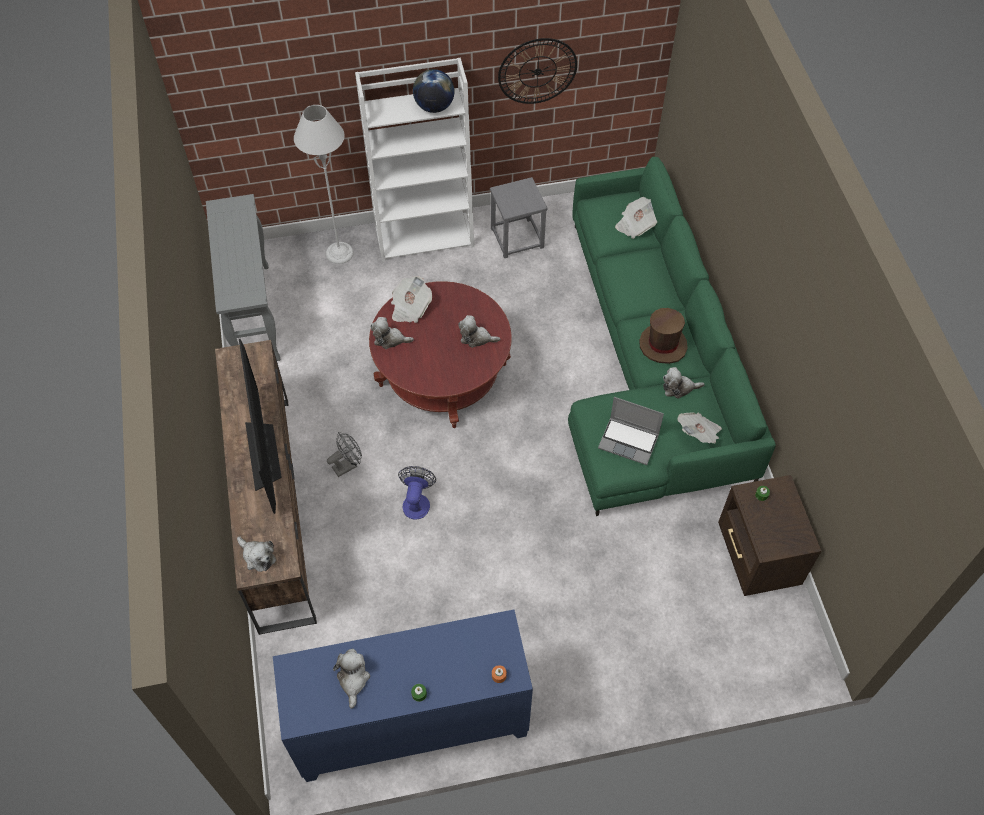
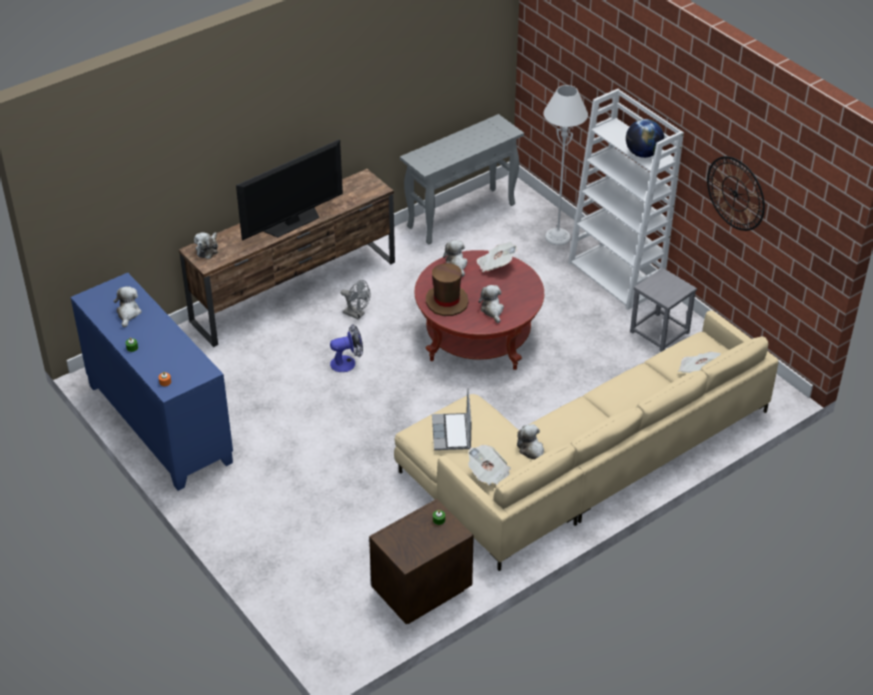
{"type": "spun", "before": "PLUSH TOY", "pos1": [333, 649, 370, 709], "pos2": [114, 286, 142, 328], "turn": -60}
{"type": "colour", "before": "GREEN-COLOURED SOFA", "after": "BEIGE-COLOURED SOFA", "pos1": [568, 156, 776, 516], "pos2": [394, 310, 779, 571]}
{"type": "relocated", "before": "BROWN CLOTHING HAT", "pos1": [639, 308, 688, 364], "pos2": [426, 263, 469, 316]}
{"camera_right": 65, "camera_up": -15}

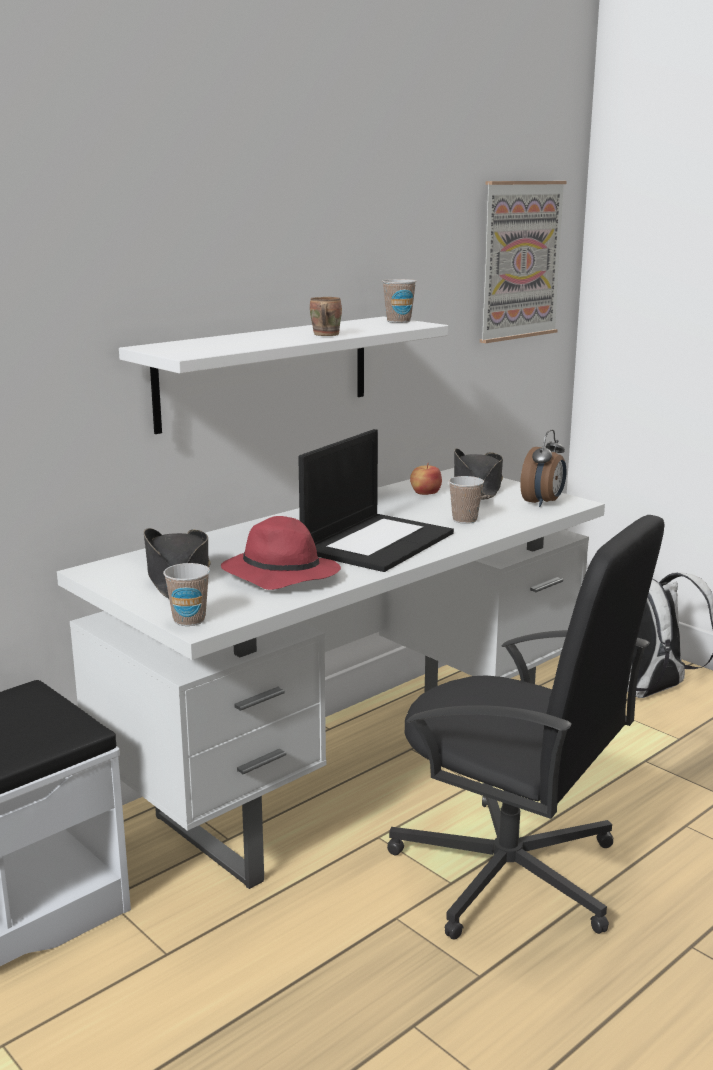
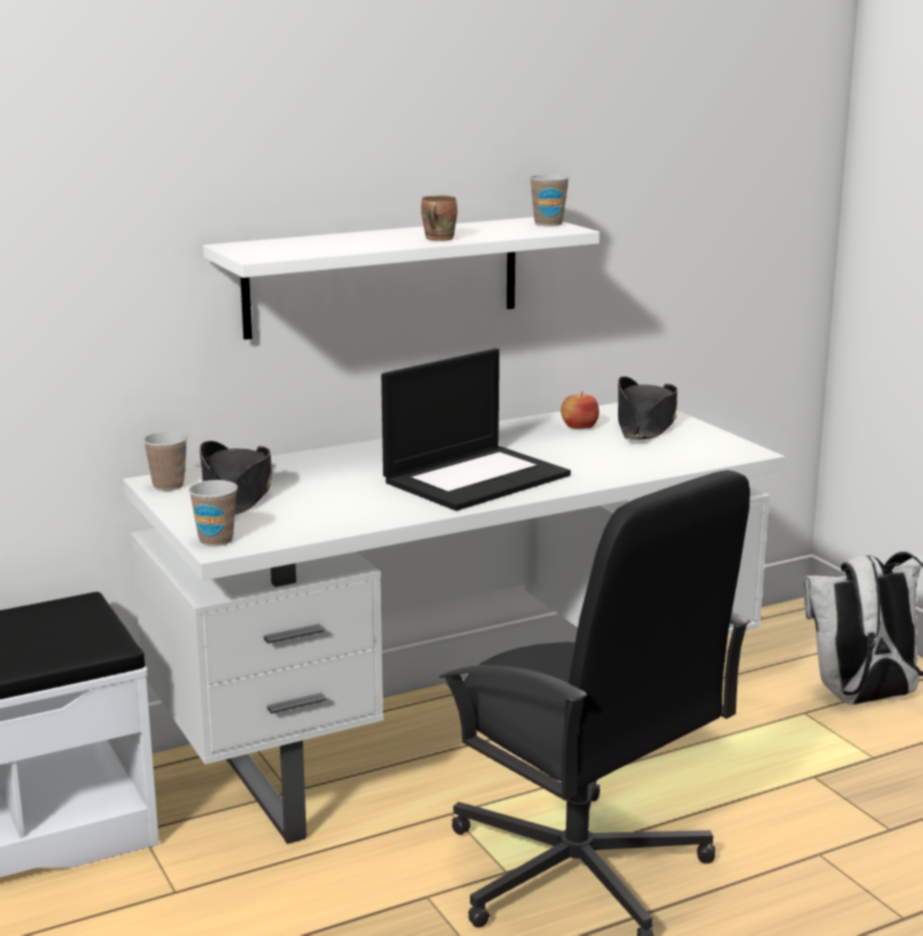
{"type": "missing", "before": "REDDISH CLOTHING HAT", "pos1": [221, 516, 341, 590]}
{"type": "relocated", "before": "CUP", "pos1": [448, 476, 484, 524], "pos2": [143, 432, 188, 491]}
{"type": "missing", "before": "WALL PICTURE", "pos1": [480, 181, 567, 343]}
{"type": "missing", "before": "BEDSIDE CLOCK", "pos1": [520, 429, 566, 507]}
{"camera_right": 15, "camera_up": 0}

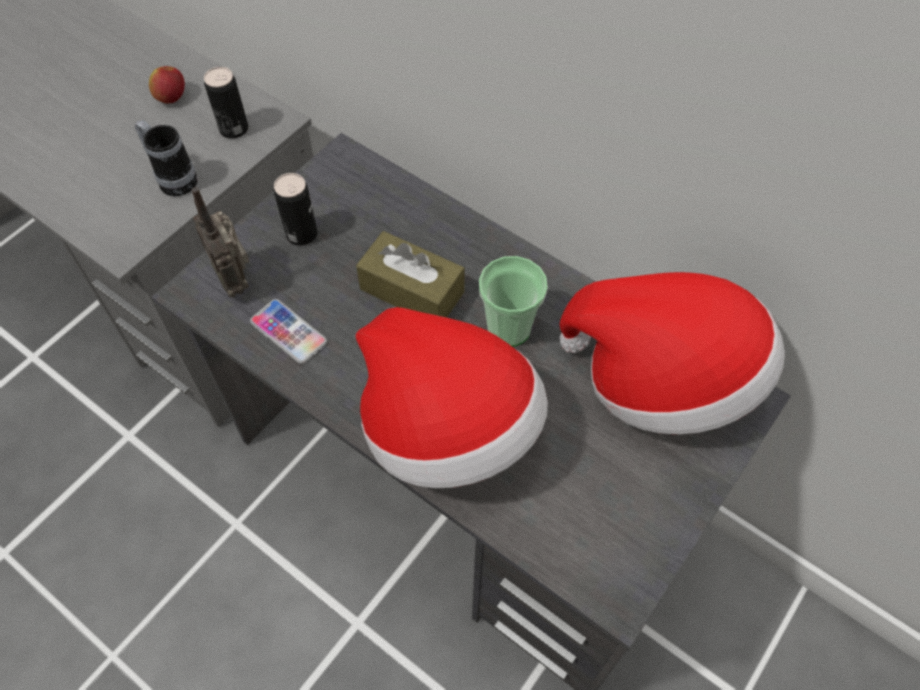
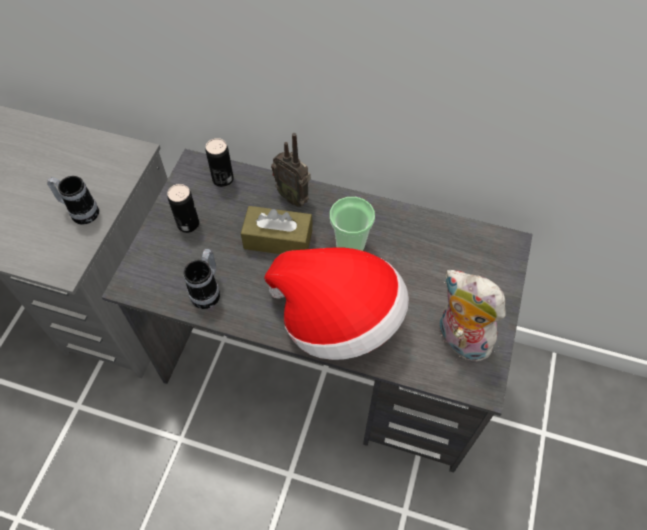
{"type": "missing", "before": "APPLE FRUIT", "pos1": [149, 66, 185, 103]}
{"type": "relocated", "before": "RADIO SET", "pos1": [192, 187, 250, 298], "pos2": [271, 133, 311, 207]}
{"type": "relocated", "before": "METAL CAN", "pos1": [204, 67, 248, 139], "pos2": [206, 138, 234, 187]}
{"type": "exchanged", "before": "PHONE", "after": "MUG", "pos1": [250, 299, 327, 364], "pos2": [184, 249, 220, 309]}
{"type": "missing", "before": "CLOTHING HAT", "pos1": [560, 272, 785, 435]}
{"type": "appeared", "after": "PLUSH TOY", "pos2": [439, 270, 506, 362]}
{"camera_right": -20, "camera_up": 0}

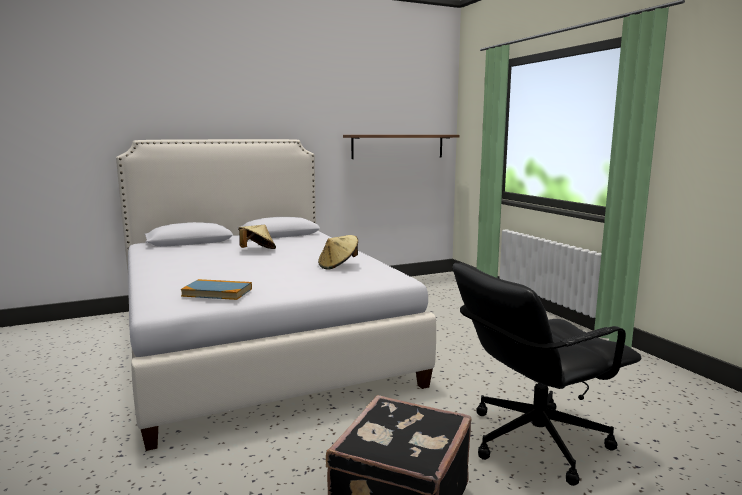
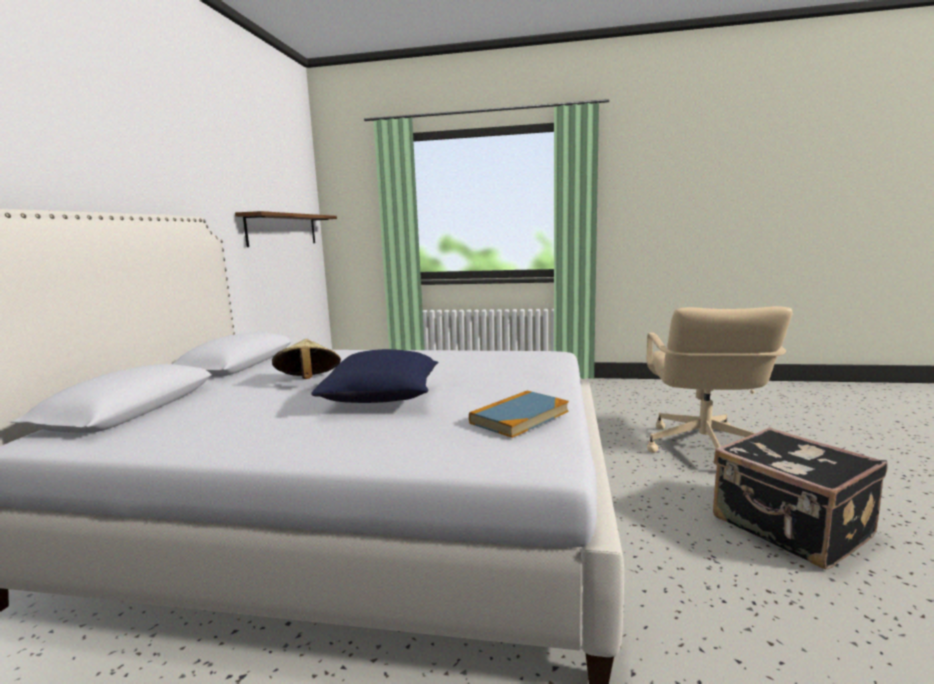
{"type": "missing", "before": "BEIGE-COLOURED CLOTHING HAT", "pos1": [318, 235, 358, 269]}
{"type": "colour", "before": "BLACK COMPUTER CHAIR", "after": "BEIGE-COLOURED COMPUTER CHAIR", "pos1": [453, 263, 641, 486], "pos2": [647, 306, 793, 453]}
{"type": "appeared", "after": "BLUE-COLOURED THROW PILLOW", "pos2": [311, 349, 438, 403]}
{"camera_right": -55, "camera_up": 0}

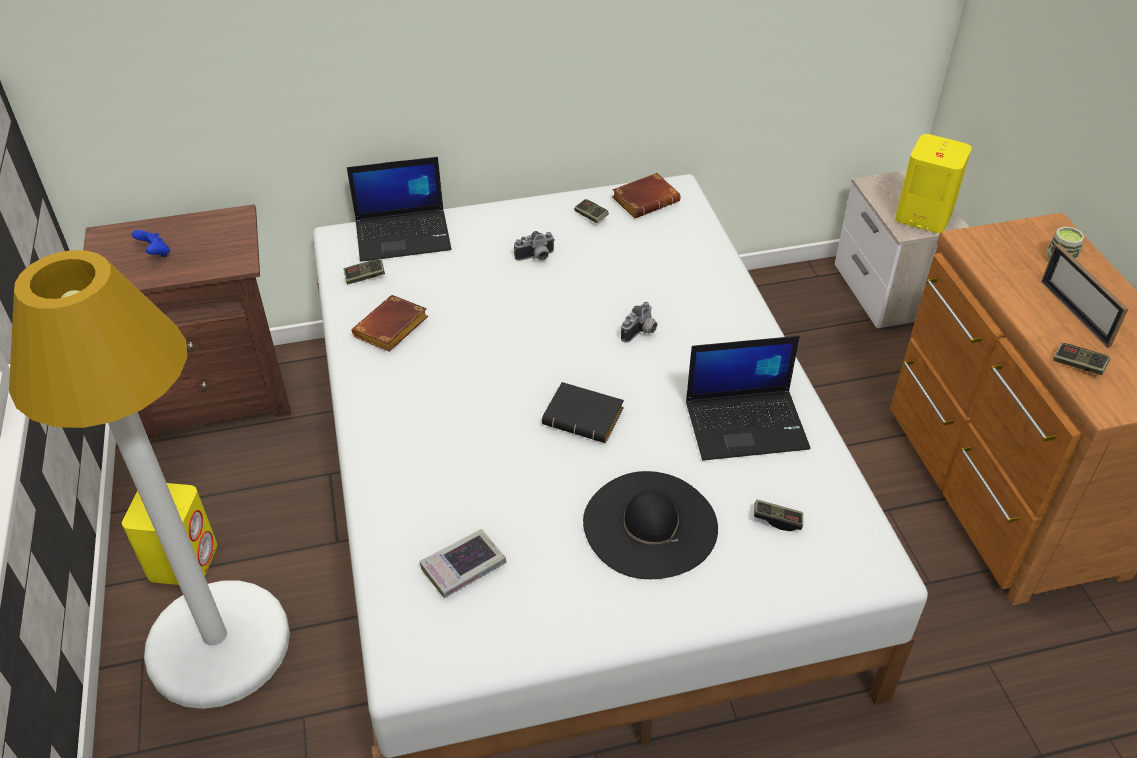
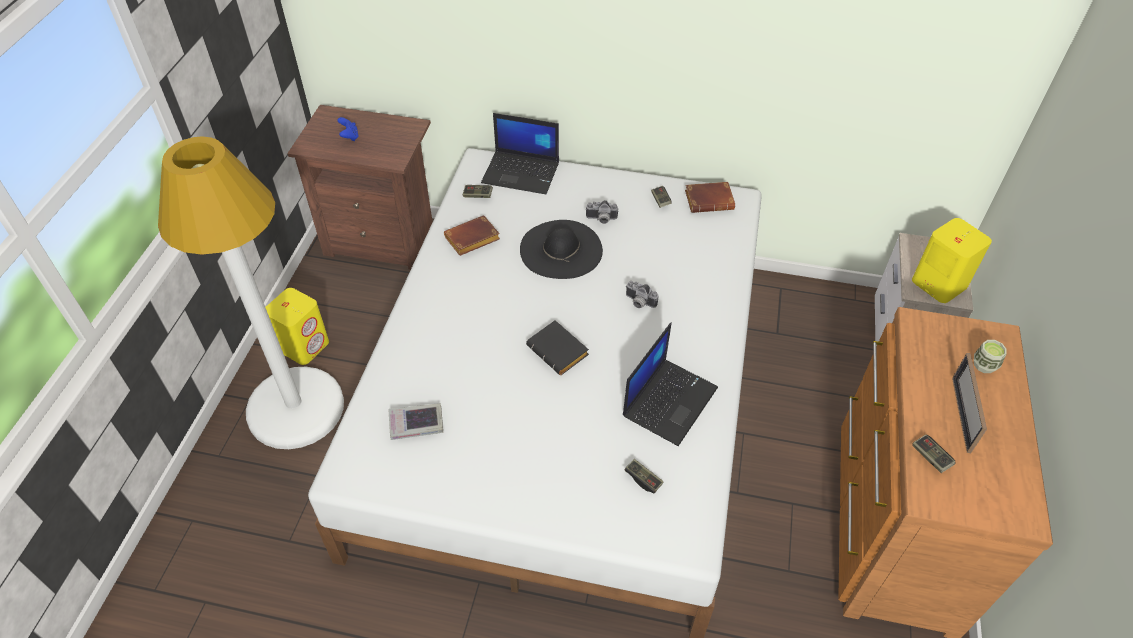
{"type": "relocated", "before": "BLACK CLOTHING HAT", "pos1": [583, 471, 718, 579], "pos2": [520, 220, 603, 279]}
{"type": "spun", "before": "STILL CAMERA", "pos1": [621, 302, 657, 343], "pos2": [625, 281, 659, 308], "turn": 60}
{"type": "spun", "before": "PORTABLE COMPUTER", "pos1": [686, 336, 810, 461], "pos2": [623, 322, 718, 446], "turn": -75}
{"camera_right": 25, "camera_up": 5}

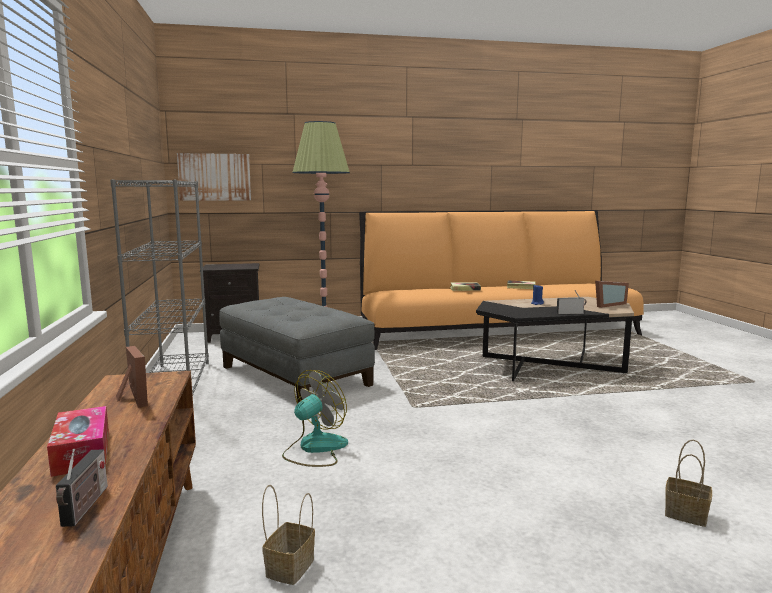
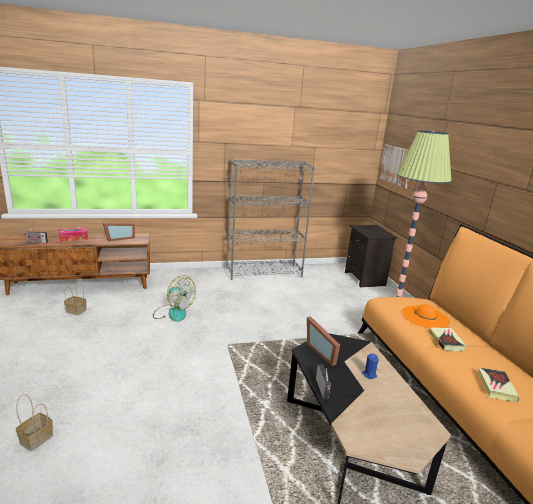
{"type": "missing", "before": "GREYISH OTTOMAN", "pos1": [219, 297, 375, 403]}
{"type": "relocated", "before": "PICTURE FRAME", "pos1": [595, 281, 629, 308], "pos2": [307, 316, 340, 366]}
{"type": "appeared", "after": "ORANGE-COLOURED CLOTHING HAT", "pos2": [402, 304, 450, 328]}
{"camera_right": 85, "camera_up": 10}

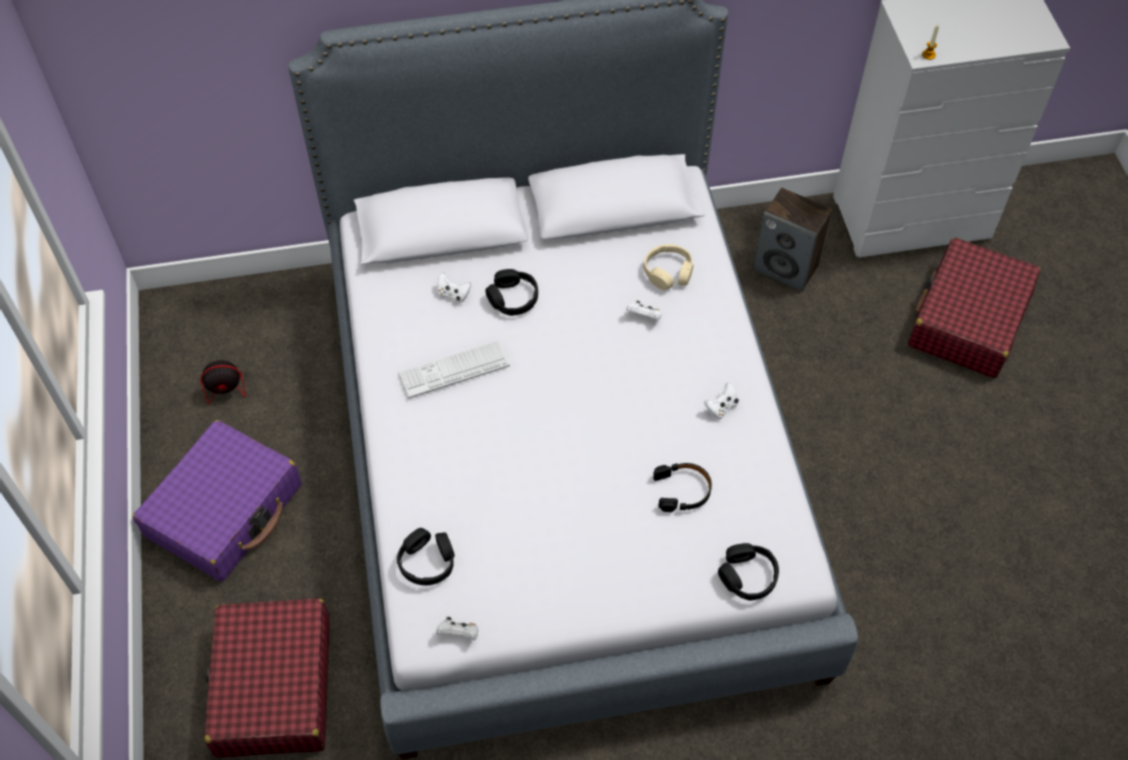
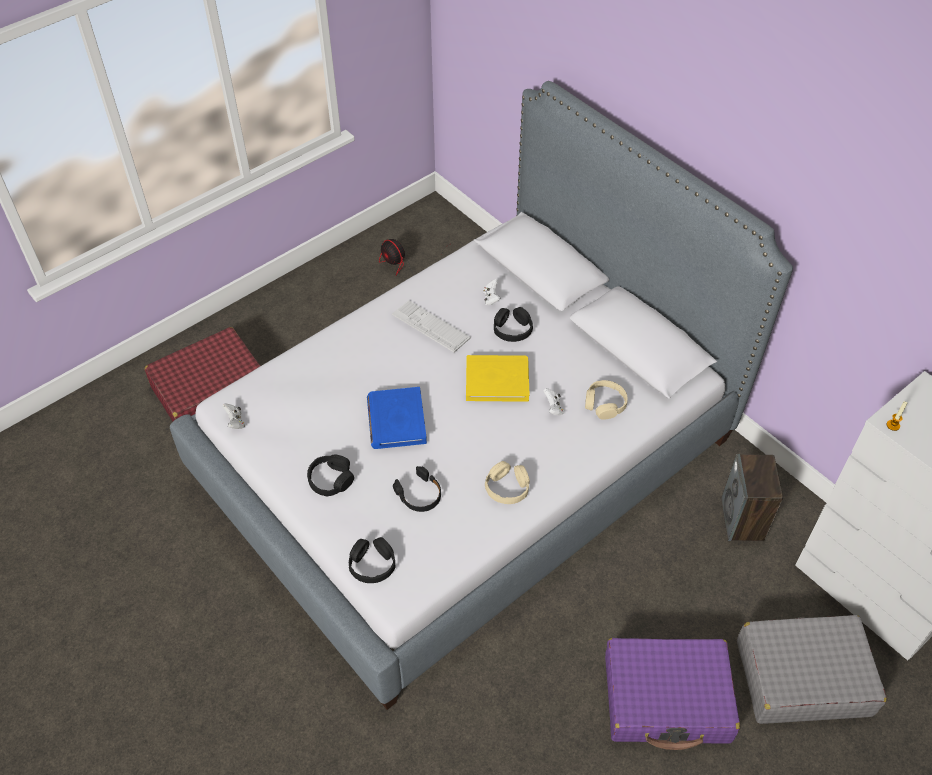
{"type": "relocated", "before": "PURPLISH SUITCASE", "pos1": [133, 420, 302, 581], "pos2": [605, 638, 740, 750]}
{"type": "relocated", "before": "BLACK HEADSET", "pos1": [397, 528, 455, 585], "pos2": [307, 454, 354, 496]}
{"type": "exchanged", "before": "WHITISH GAME CONTROLLER", "after": "BEIGE-COLOURED HEADSET", "pos1": [704, 382, 739, 419], "pos2": [485, 461, 530, 504]}
{"type": "colour", "before": "REDDISH SUITCASE", "after": "GREYISH SUITCASE", "pos1": [908, 238, 1041, 378], "pos2": [737, 615, 887, 724]}
{"type": "appeared", "after": "BLUE-COLOURED VOLUME", "pos2": [367, 387, 427, 449]}
{"type": "appeared", "after": "YELLOWISH VOLUME", "pos2": [466, 355, 529, 402]}
{"camera_right": 60, "camera_up": -5}

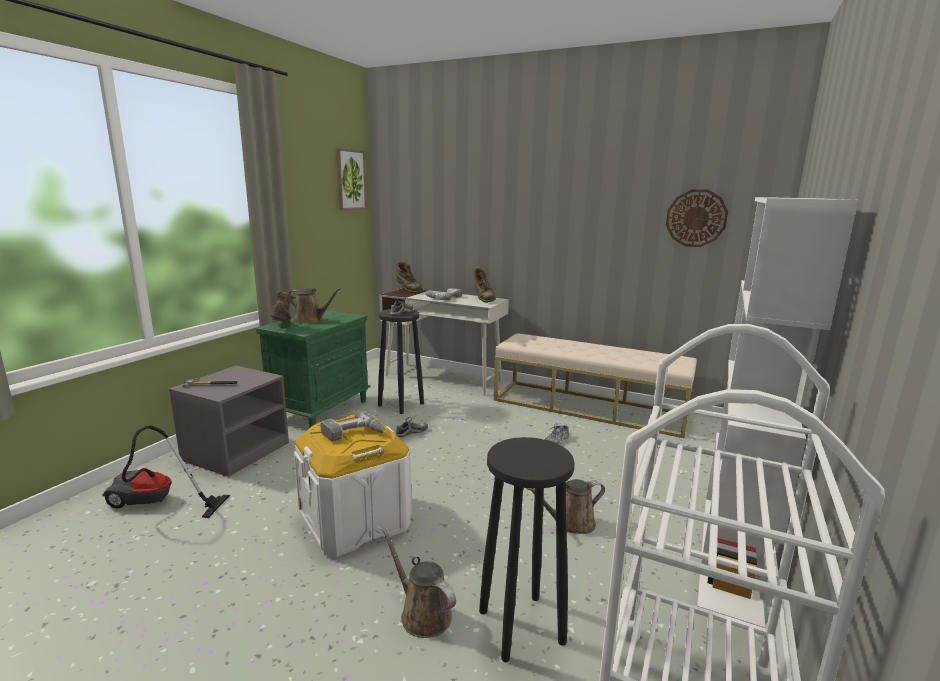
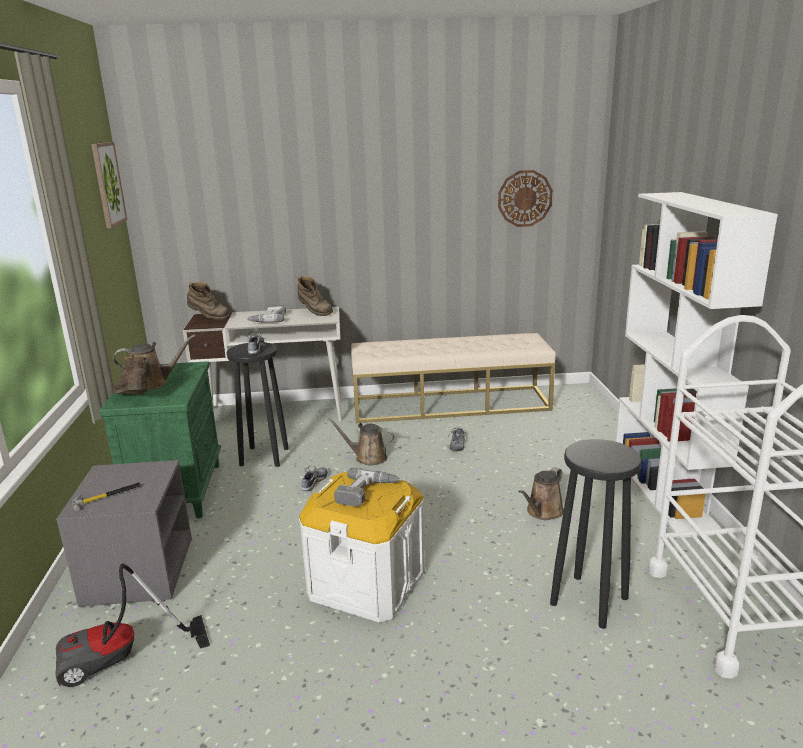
{"type": "relocated", "before": "BROWN WATERING POT", "pos1": [382, 527, 456, 638], "pos2": [327, 418, 394, 465]}
{"camera_right": -30, "camera_up": 5}

